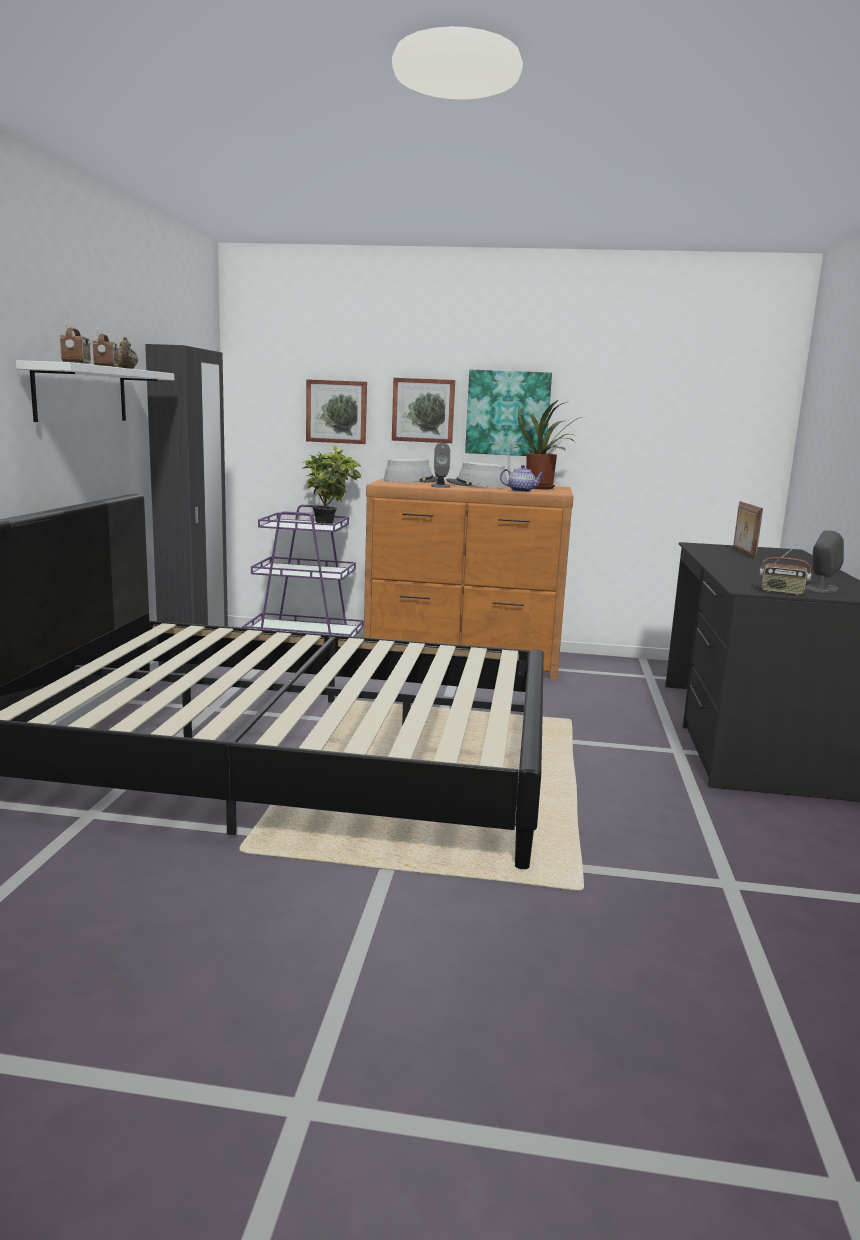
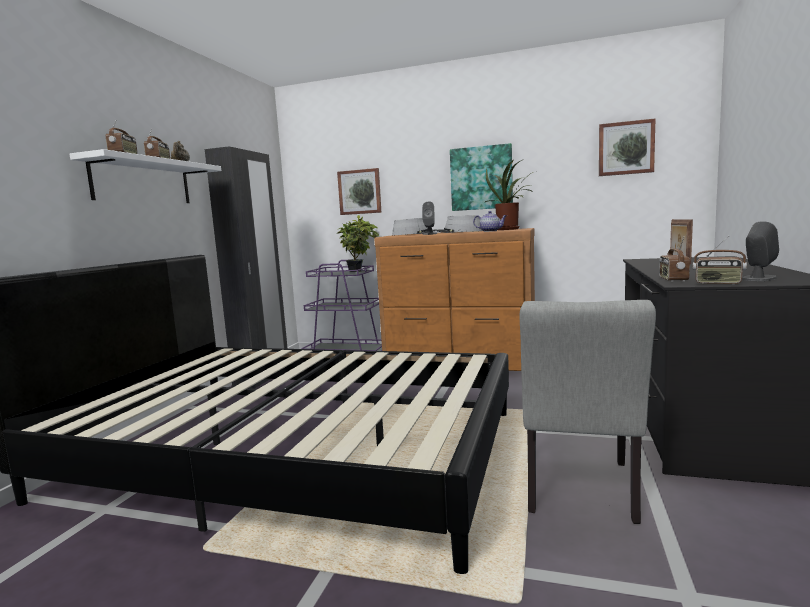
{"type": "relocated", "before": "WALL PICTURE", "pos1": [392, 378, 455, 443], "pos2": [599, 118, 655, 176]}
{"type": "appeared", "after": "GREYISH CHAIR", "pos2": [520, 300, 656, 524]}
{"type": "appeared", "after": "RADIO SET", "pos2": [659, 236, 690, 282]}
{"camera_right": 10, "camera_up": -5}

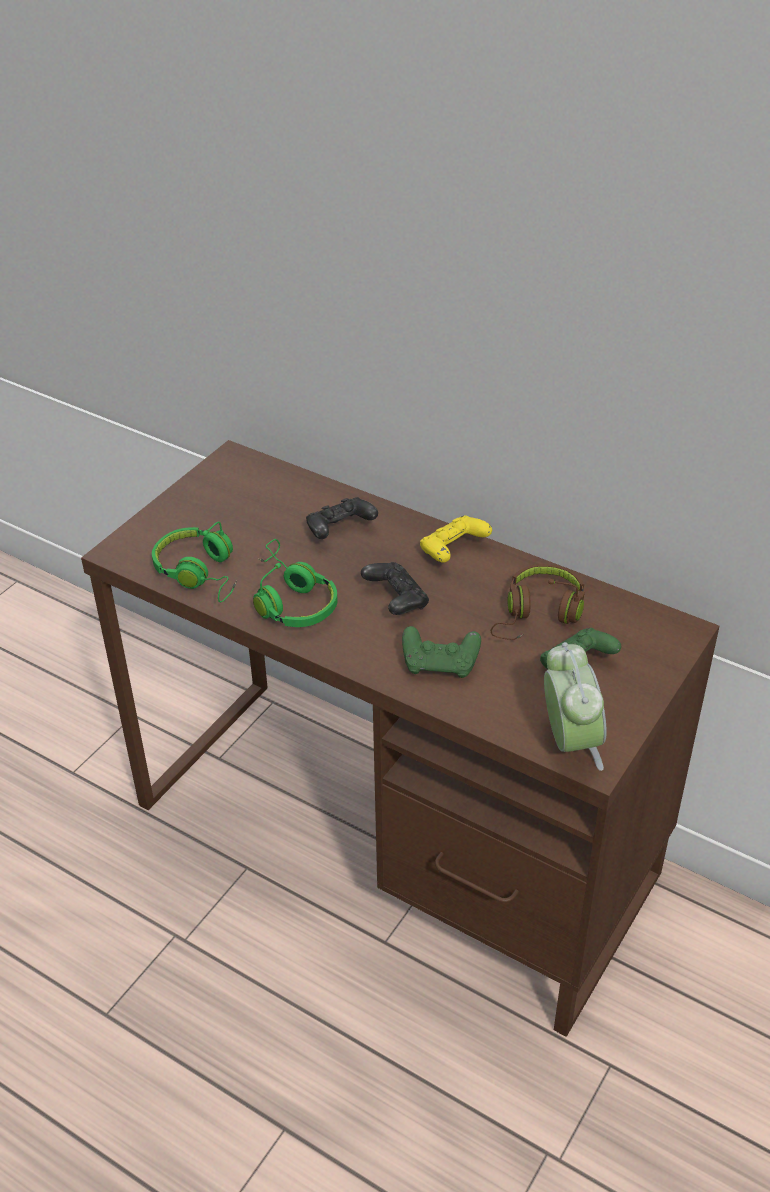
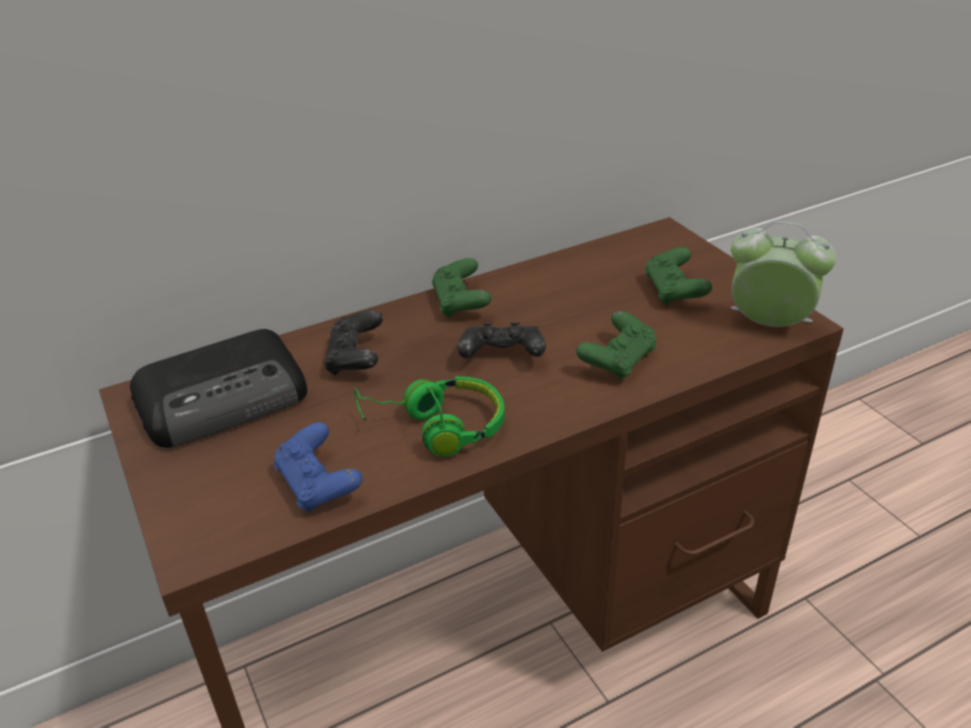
{"type": "exchanged", "before": "GREEN-COLOURED HEADSET", "after": "BLUE-COLOURED GAME CONTROLLER", "pos1": [152, 522, 237, 602], "pos2": [274, 422, 363, 512]}
{"type": "colour", "before": "YELLOWISH GAME CONTROLLER", "after": "GREEN-COLOURED GAME CONTROLLER", "pos1": [420, 515, 492, 563], "pos2": [432, 258, 491, 318]}
{"type": "missing", "before": "BROWN HEADSET", "pos1": [491, 564, 585, 640]}
{"type": "appeared", "after": "RADIO SET", "pos2": [130, 329, 307, 448]}
{"camera_right": -60, "camera_up": -5}

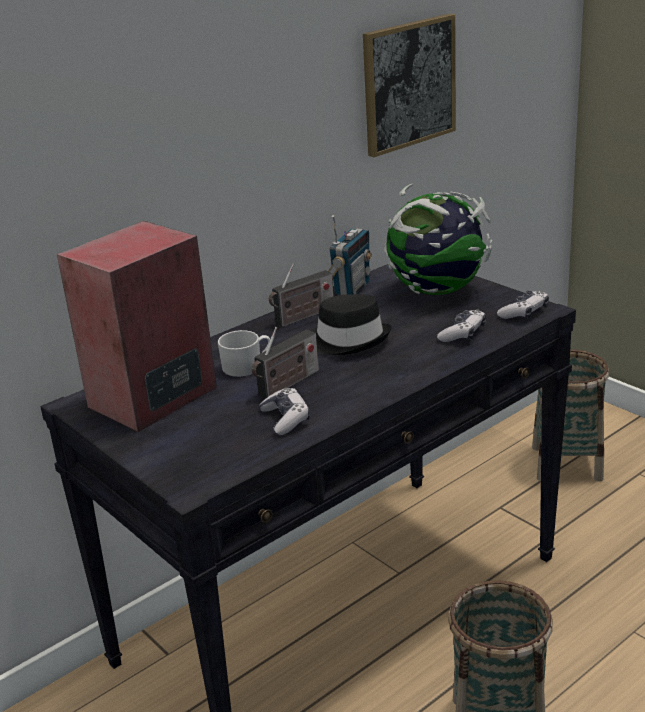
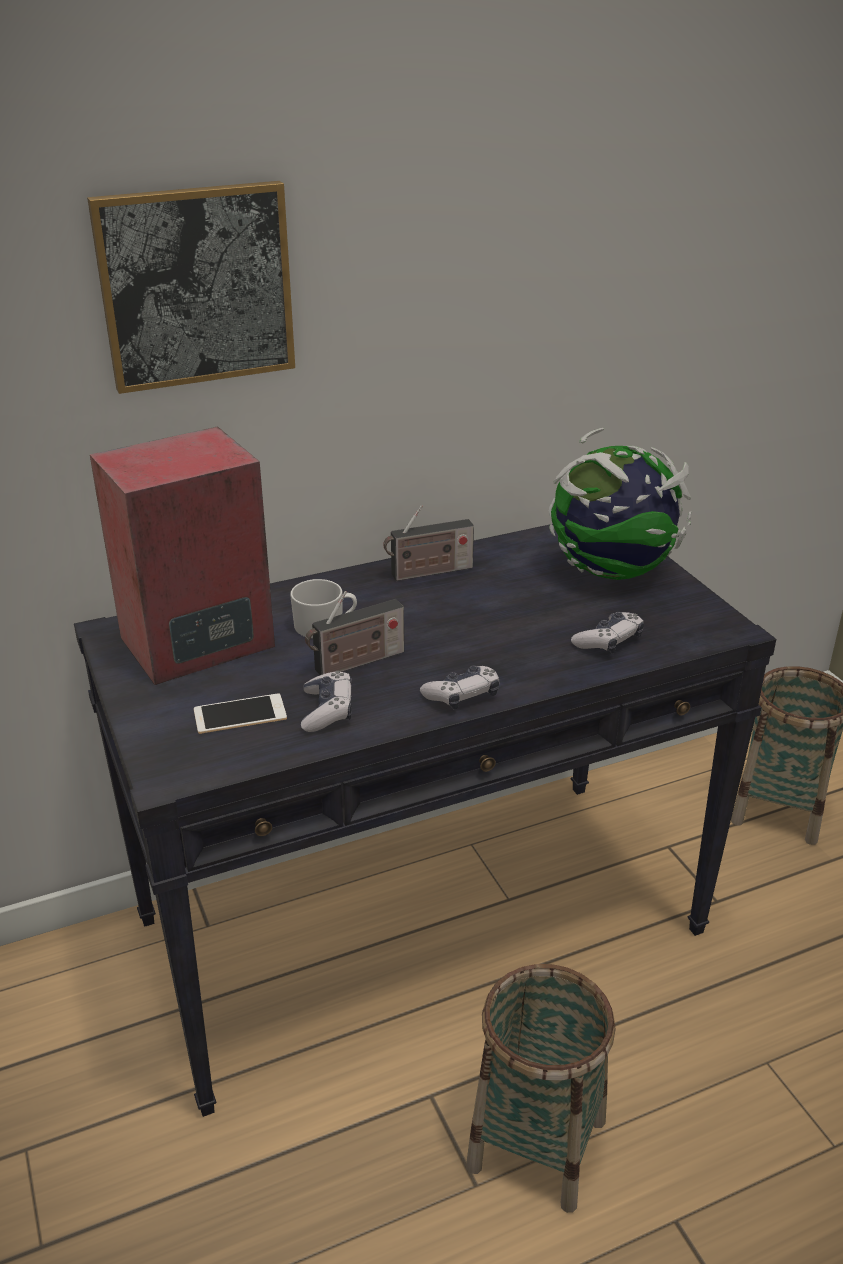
{"type": "missing", "before": "BLACK CLOTHING HAT", "pos1": [311, 294, 391, 355]}
{"type": "missing", "before": "RADIO SET", "pos1": [328, 215, 372, 295]}
{"type": "relocated", "before": "WALL PICTURE", "pos1": [363, 14, 456, 157], "pos2": [87, 181, 295, 394]}
{"type": "relocated", "before": "GAME CONTROLLER", "pos1": [497, 290, 549, 319], "pos2": [420, 665, 500, 709]}
{"type": "appeared", "after": "PHONE", "pos2": [194, 693, 287, 734]}
{"camera_right": 15, "camera_up": 5}

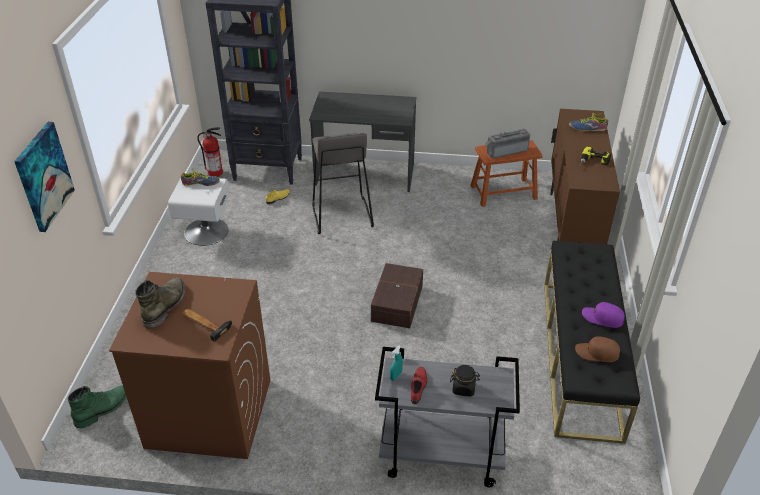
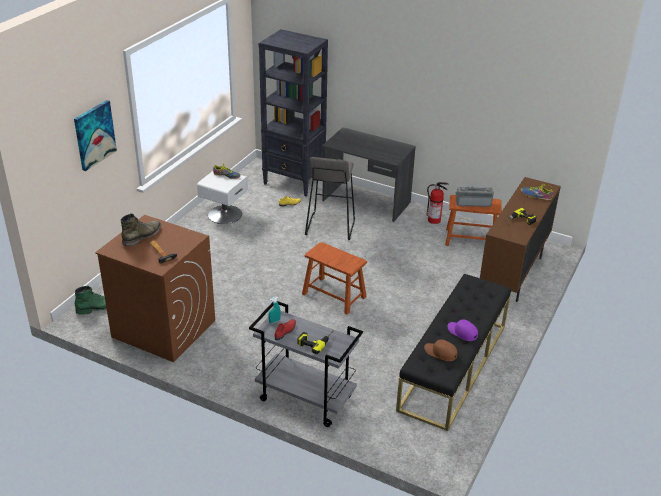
{"type": "relocated", "before": "EXTINGUISHER", "pos1": [197, 127, 223, 177], "pos2": [427, 182, 448, 224]}
{"type": "exchanged", "before": "BROWN STORAGE BOX", "after": "BROWN SITTING STOOL", "pos1": [371, 263, 423, 329], "pos2": [302, 242, 367, 315]}
{"type": "exchanged", "before": "BLACK PRESERVE JAR", "after": "DRILL", "pos1": [450, 365, 480, 397], "pos2": [297, 330, 334, 354]}
{"camera_right": 20, "camera_up": -5}

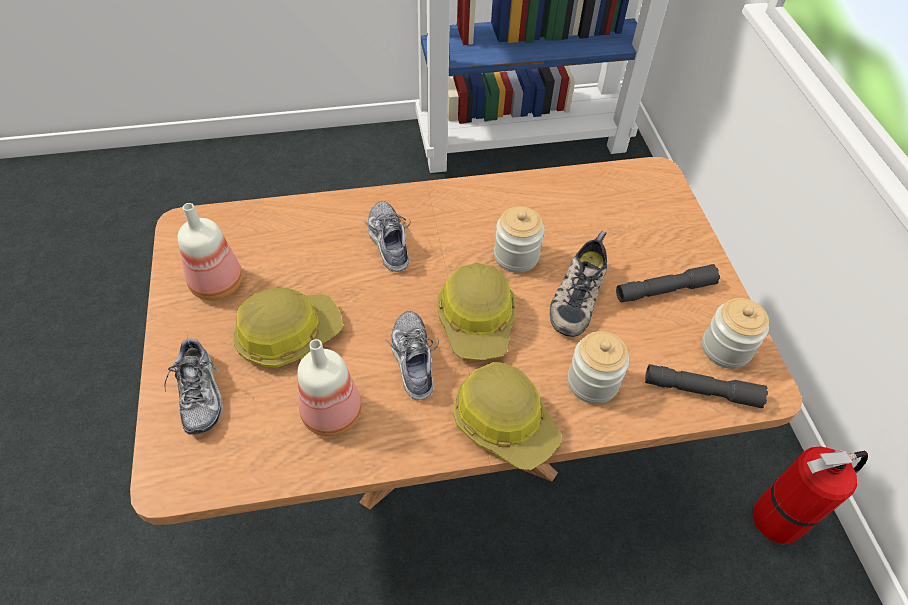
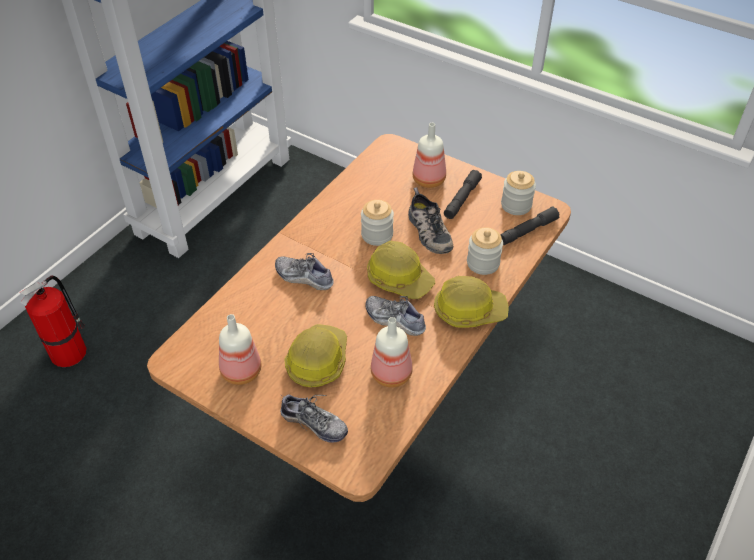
{"type": "relocated", "before": "EXTINGUISHER", "pos1": [753, 446, 868, 544], "pos2": [20, 276, 87, 367]}
{"type": "appeared", "after": "BEVERAGE BOTTLE", "pos2": [413, 123, 446, 188]}
{"camera_right": -45, "camera_up": -5}

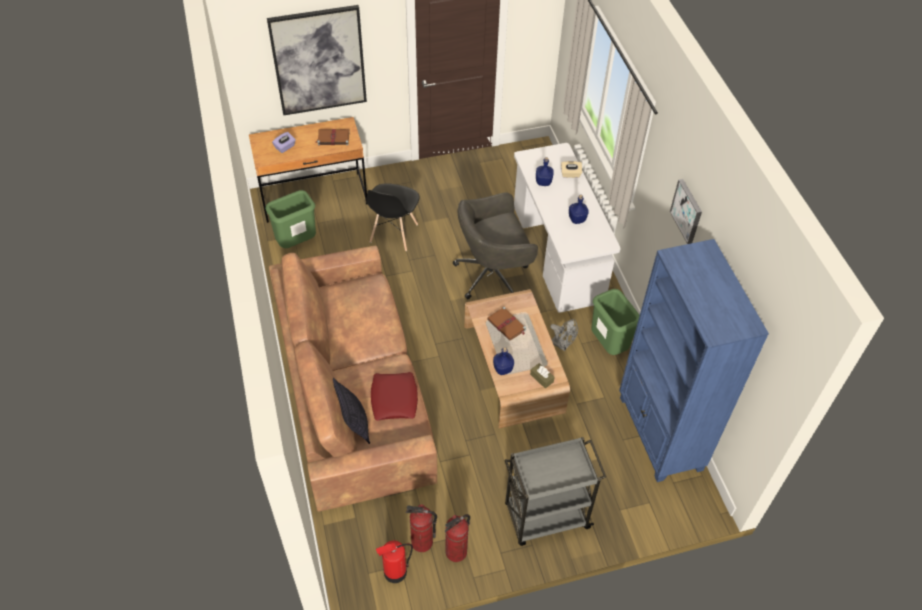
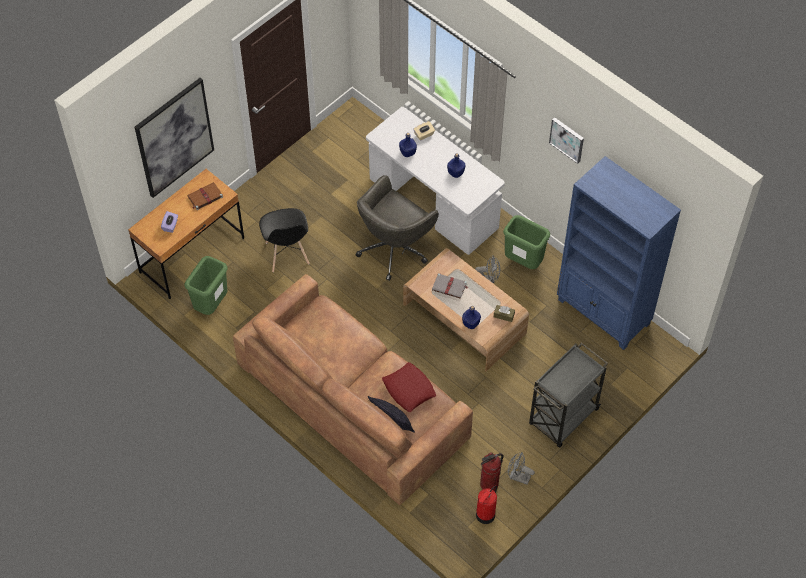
{"type": "exchanged", "before": "EXTINGUISHER", "after": "GREYISH ELECTRIC FAN", "pos1": [444, 514, 470, 562], "pos2": [508, 452, 535, 485]}
{"type": "colour", "before": "BROWN VOLUME", "after": "GREYISH VOLUME", "pos1": [487, 307, 526, 341], "pos2": [432, 273, 468, 299]}
{"camera_right": -30, "camera_up": 5}

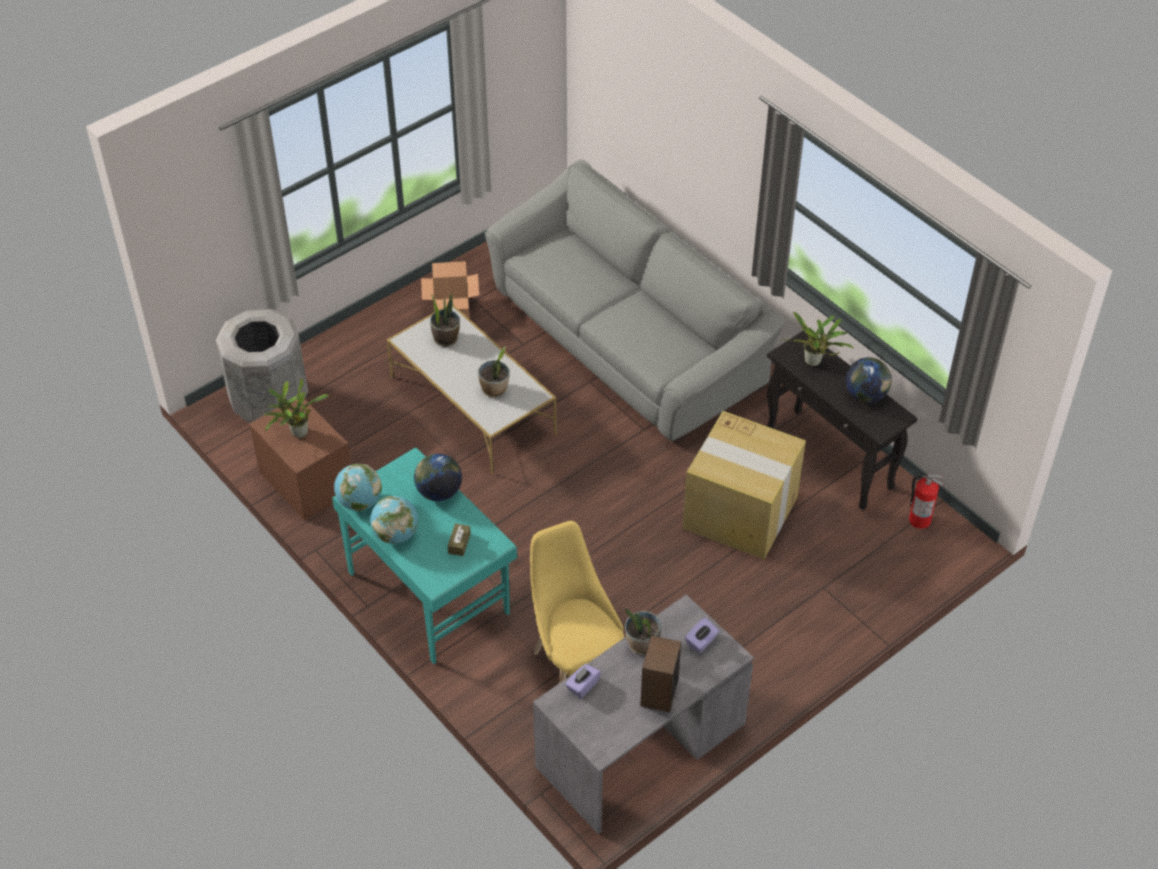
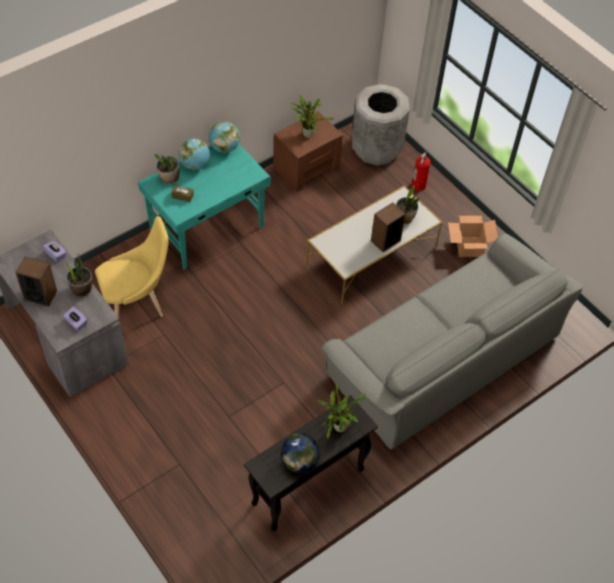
{"type": "missing", "before": "GLOBE", "pos1": [414, 454, 462, 501]}
{"type": "relocated", "before": "PLANT IN A POT", "pos1": [478, 346, 509, 398], "pos2": [155, 154, 180, 184]}
{"type": "missing", "before": "CARTON", "pos1": [683, 411, 806, 559]}
{"type": "relocated", "before": "EXTINGUISHER", "pos1": [909, 474, 943, 529], "pos2": [412, 151, 431, 191]}
{"type": "appeared", "after": "AUDIO SPEAKER", "pos2": [371, 203, 405, 252]}
{"camera_right": 90, "camera_up": 5}

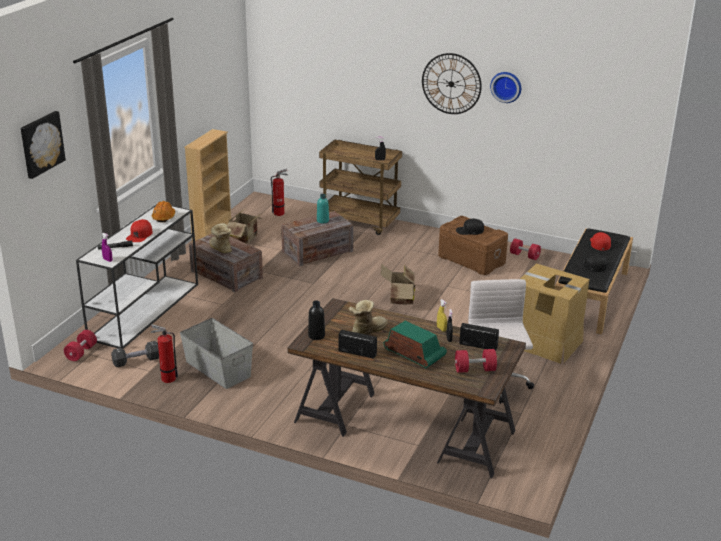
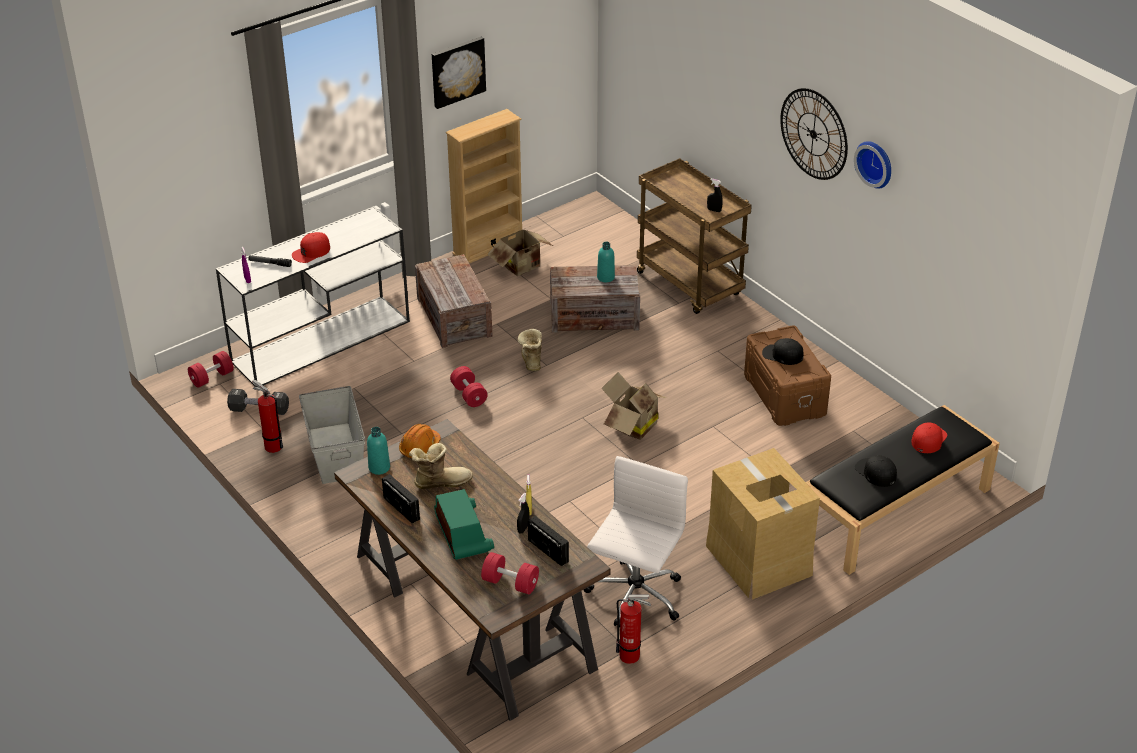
{"type": "relocated", "before": "WALL PICTURE", "pos1": [21, 111, 66, 179], "pos2": [432, 37, 486, 109]}
{"type": "relocated", "before": "ORANGE-COLOURED WORK HELMET", "pos1": [152, 201, 175, 222], "pos2": [399, 424, 441, 458]}
{"type": "relocated", "before": "BOOT", "pos1": [209, 223, 232, 254], "pos2": [517, 329, 542, 371]}
{"type": "relocated", "before": "EXTINGUISHER", "pos1": [271, 169, 288, 216], "pos2": [616, 594, 651, 664]}
{"type": "colour", "before": "BLACK BEVERAGE BOTTLE", "after": "TURQUOISE BEVERAGE BOTTLE", "pos1": [308, 300, 325, 340], "pos2": [367, 427, 390, 475]}
{"type": "relocated", "before": "REDDISH HAND WEIGHT", "pos1": [510, 239, 541, 260], "pos2": [450, 366, 488, 407]}
{"camera_right": 30, "camera_up": 10}

